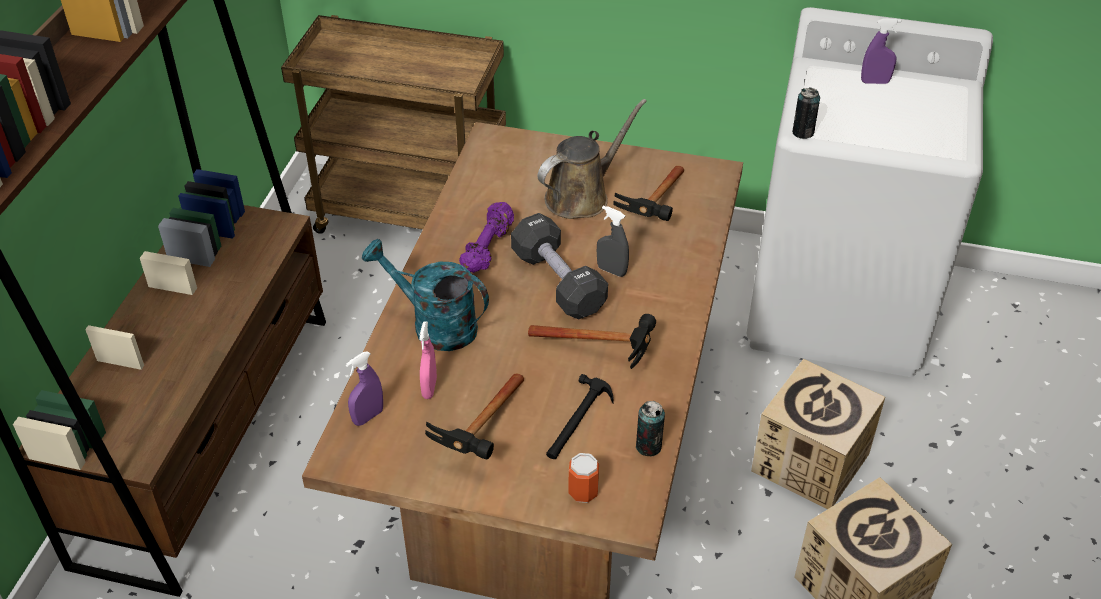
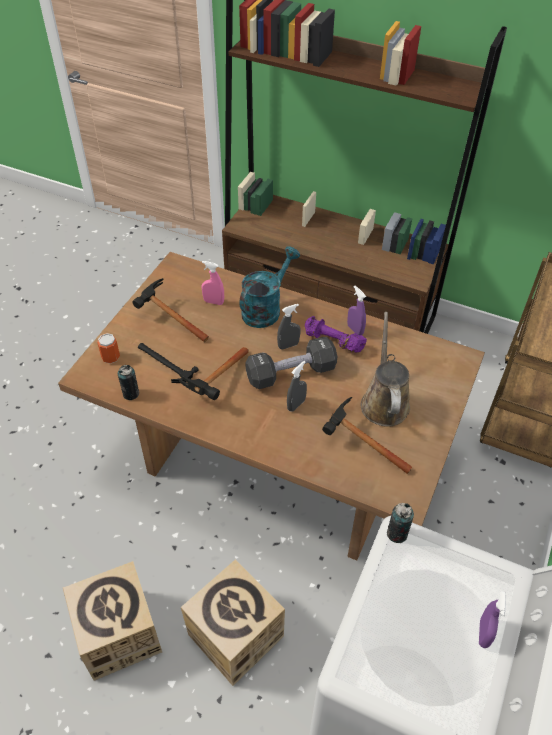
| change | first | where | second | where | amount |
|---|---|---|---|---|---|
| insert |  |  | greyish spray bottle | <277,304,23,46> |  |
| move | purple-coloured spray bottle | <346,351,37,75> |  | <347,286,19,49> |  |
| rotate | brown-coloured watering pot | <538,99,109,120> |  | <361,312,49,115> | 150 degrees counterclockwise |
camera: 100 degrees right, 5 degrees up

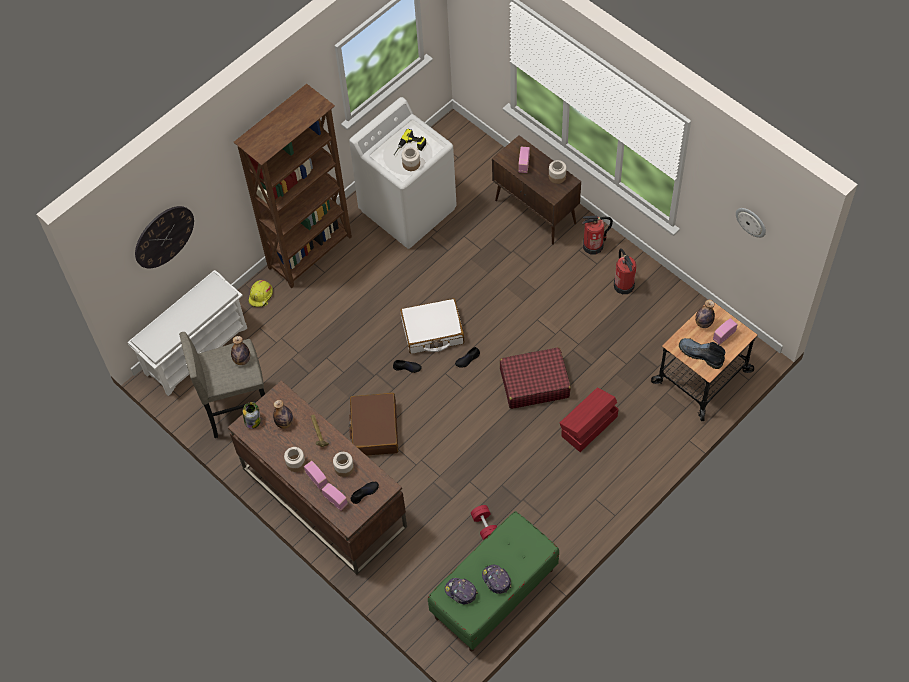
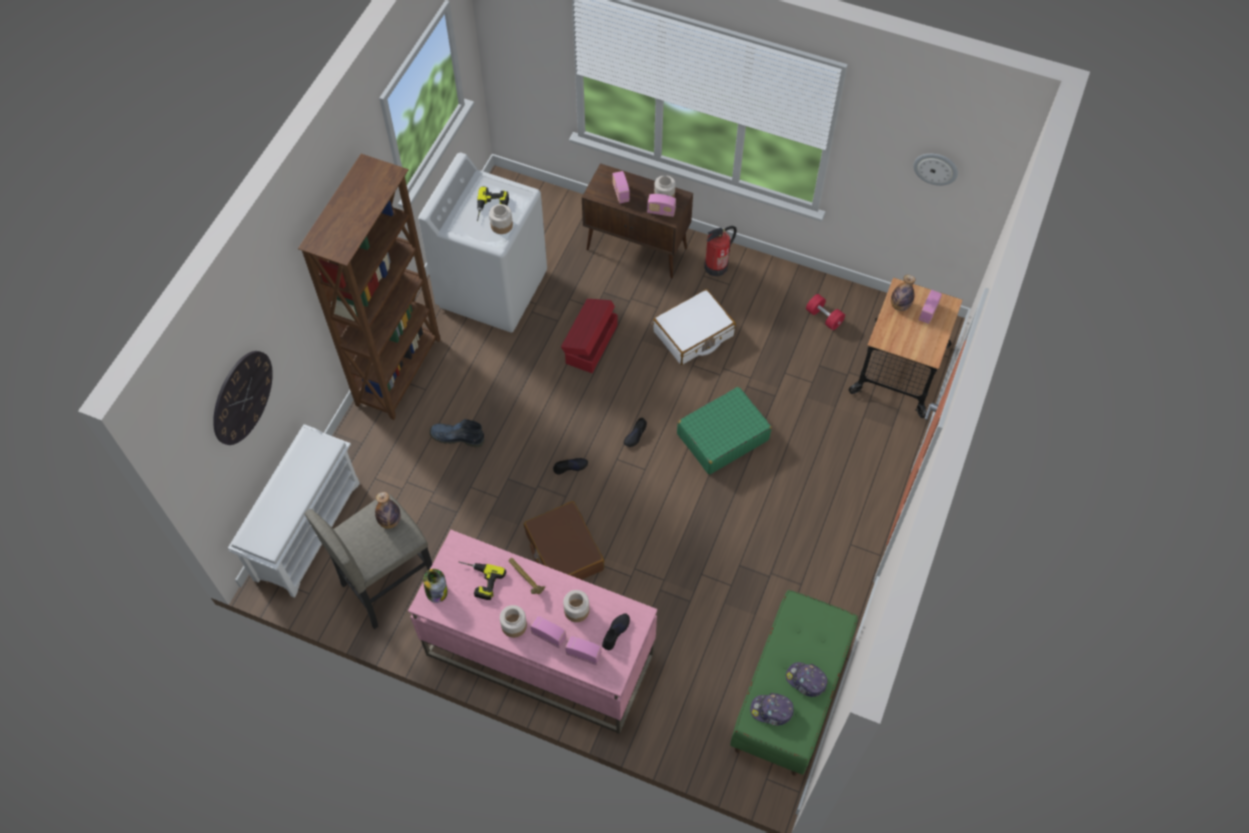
| change | first | where | second | where | amount |
|---|---|---|---|---|---|
| recolor | brown-coloured desk unit | <228,380,179,195> | pink-coloured desk unit | <408,530,249,204> |  |
| move | boot | <679,338,47,31> |  | <430,419,54,29> |  |
| replace | drink bottle | <273,400,20,29> | power drill | <459,561,47,39> |  |
| move | red storage box | <560,388,58,64> |  | <561,299,57,74> |  |
| insert |  |  | radio | <647,194,29,23> |  |
| move | white suitcase | <400,298,64,56> |  | <653,289,83,76> |  |
| recolor | red suitcase | <500,347,71,62> | greenish suitcase | <677,387,95,87> |  |
| move | red dumbbell | <471,505,26,36> |  | <806,294,39,36> |  |
| delete | yellow work helmet | <249,280,24,27> |  |  |  |
| delete | fire-fighting cylinder | <614,248,22,46> |  |  |  |
camera: 25 degrees left, 0 degrees up

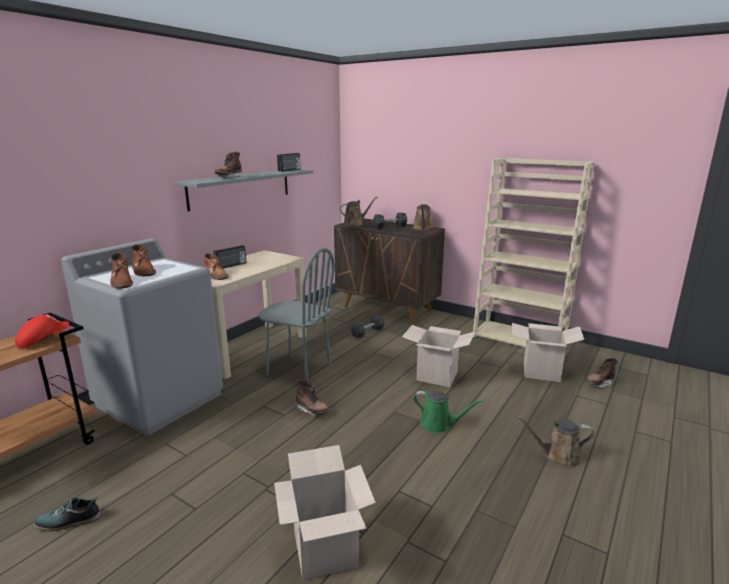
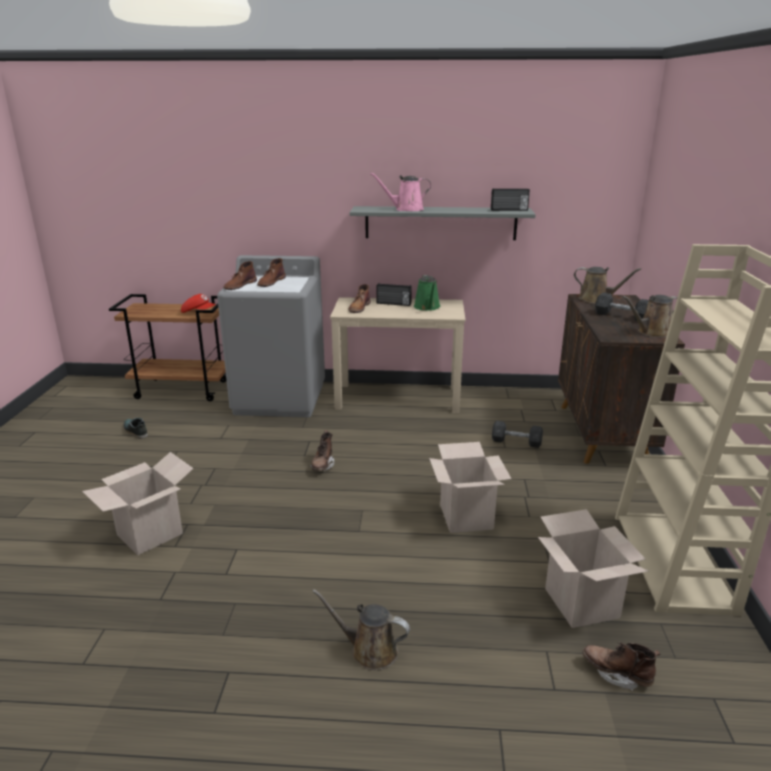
| change | first | where | second | where | amount |
|---|---|---|---|---|---|
| rotate | brown-coloured watering pot | <517,416,77,52> |  | <312,589,98,81> | 45 degrees counterclockwise |
| replace | brown-coloured boot | <214,151,28,27> | pink-coloured watering pot | <370,173,61,38> |  |
| move | greenish watering pot | <414,391,69,43> |  | <414,275,26,36> |  |
| delete | greyish upright chair | <258,248,76,135> |  |  |  |
camera: 60 degrees right, 5 degrees up

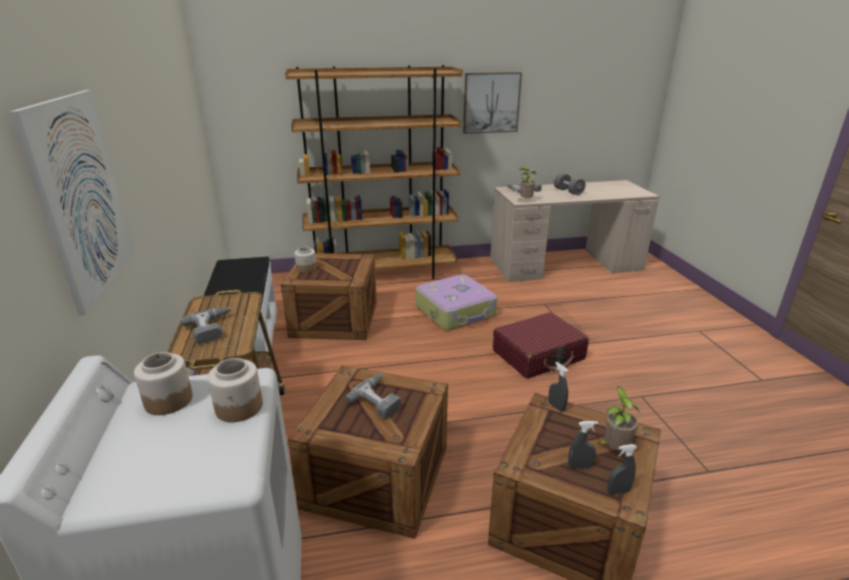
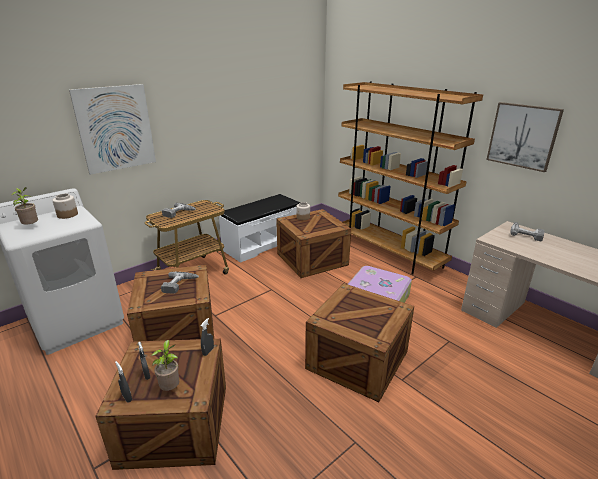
| change | first | where | second | where | amount |
|---|---|---|---|---|---|
| move | plant in a pot | <518,166,18,35> |  | <12,187,26,37> |  |
| replace | red suitcase | <493,312,96,67> | shipping crate | <305,283,109,119> |  |
| delete | jar | <207,358,56,64> |  |  |  |
| delete | greyish dumbbell | <554,173,32,22> |  |  |  |
camera: 60 degrees right, 0 degrees up

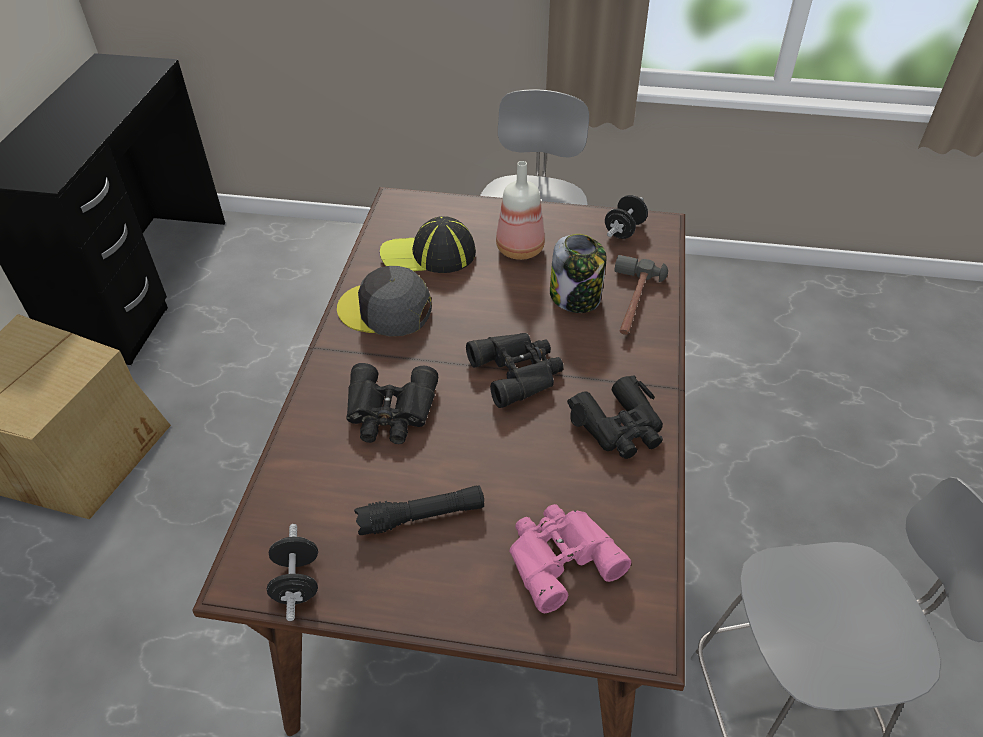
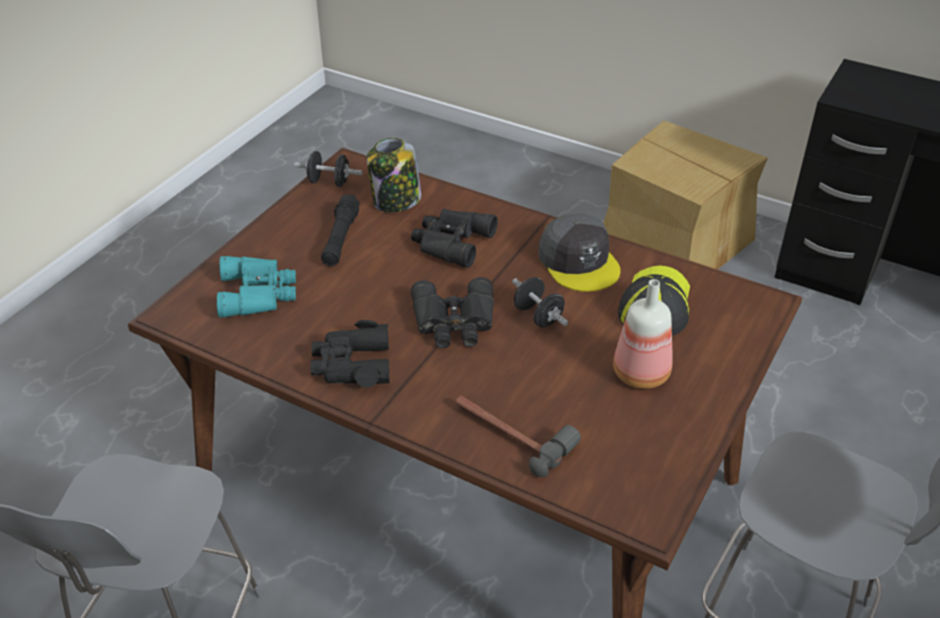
| change | first | where | second | where | amount |
|---|---|---|---|---|---|
| recolor | pink-coloured pair of binoculars | <509,504,122,109> | turquoise-coloured pair of binoculars | <217,256,79,61> |  |
| move | jar | <550,234,57,79> |  | <367,138,54,75> |  |
| move | black-coloured dumbbell | <605,195,43,44> |  | <512,277,56,50> |  |
| rotate | greyish peaked cap | <337,266,95,71> |  | <538,213,82,79> | 120 degrees clockwise |
camera: 110 degrees right, 5 degrees down

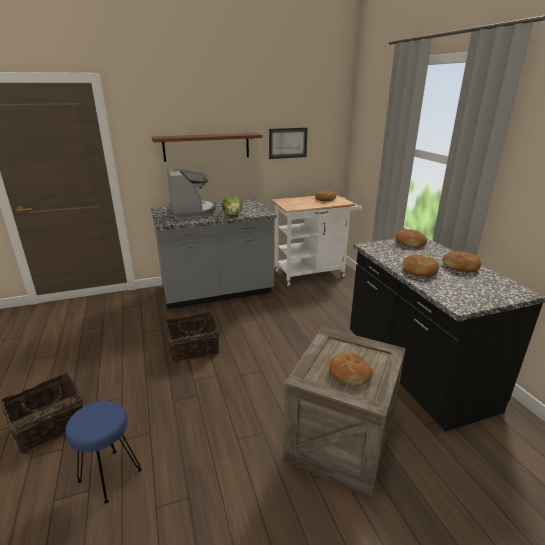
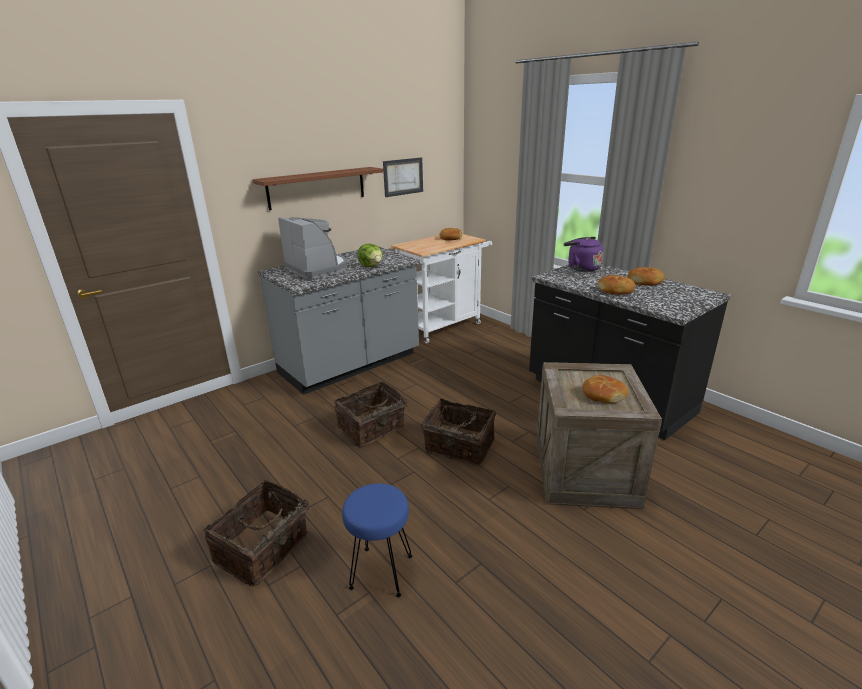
| change | first | where | second | where | amount |
|---|---|---|---|---|---|
| insert |  |  | household basket | <421,398,75,67> |  |
| replace | baked bread | <395,229,32,18> | purple-coloured tea kettle | <564,237,40,35> |  |
camera: 20 degrees left, 0 degrees up

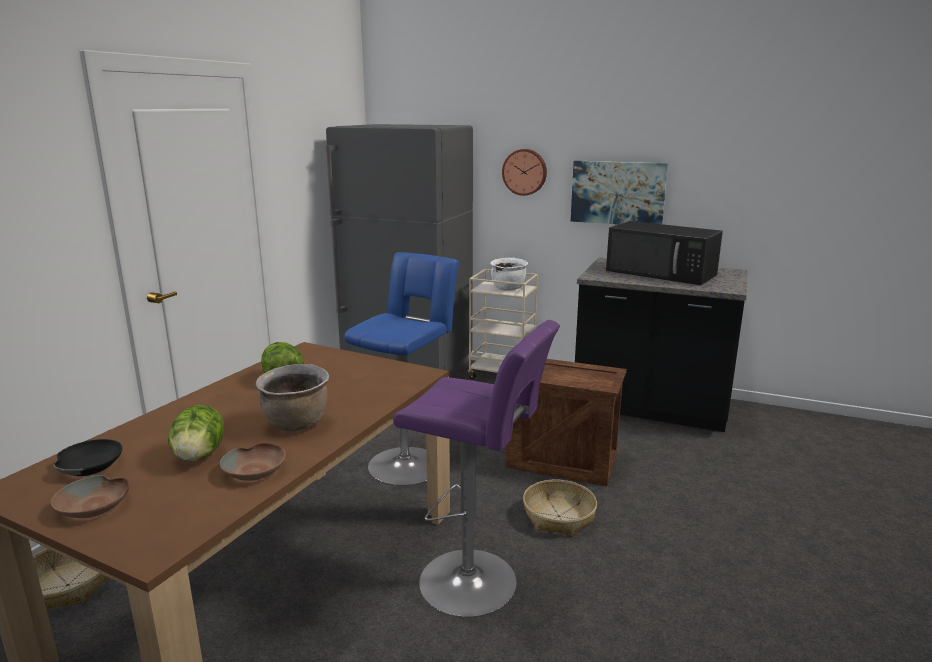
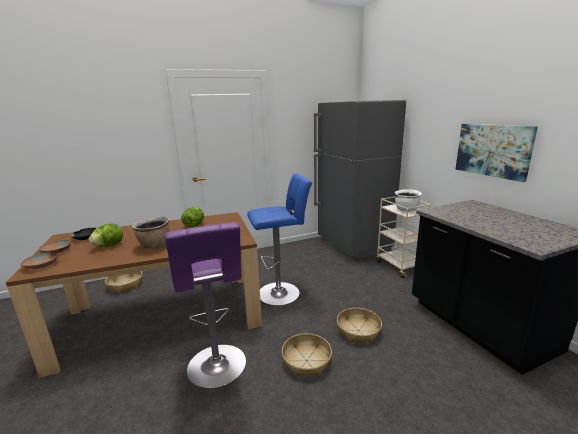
| change | first | where | second | where | amount |
|---|---|---|---|---|---|
| move | brown-coloured serving bowl | <220,443,66,38> |  | <21,252,37,17> |  |
| replace | shipping crate | <505,359,122,127> | household basket | <337,308,45,35> |  |
| delete | hanging clock | <502,149,45,47> |  |  |  |
| delete | black-coloured microwave oven | <606,221,117,64> |  |  |  |
camera: 45 degrees right, 0 degrees up

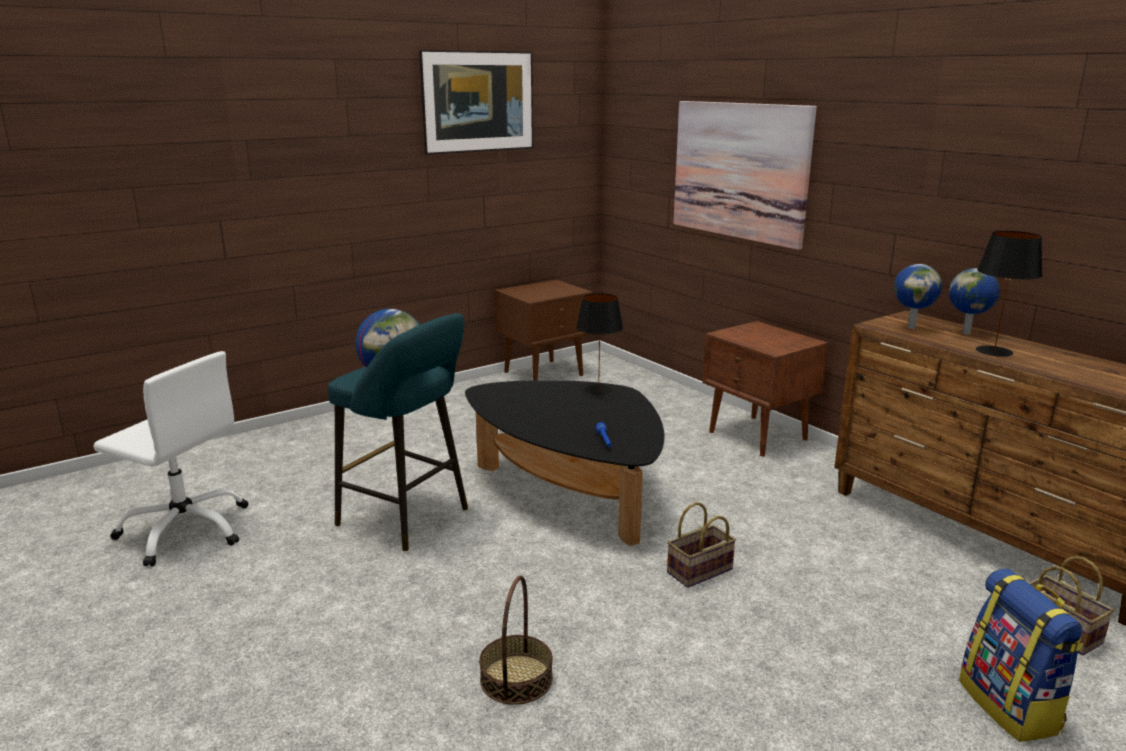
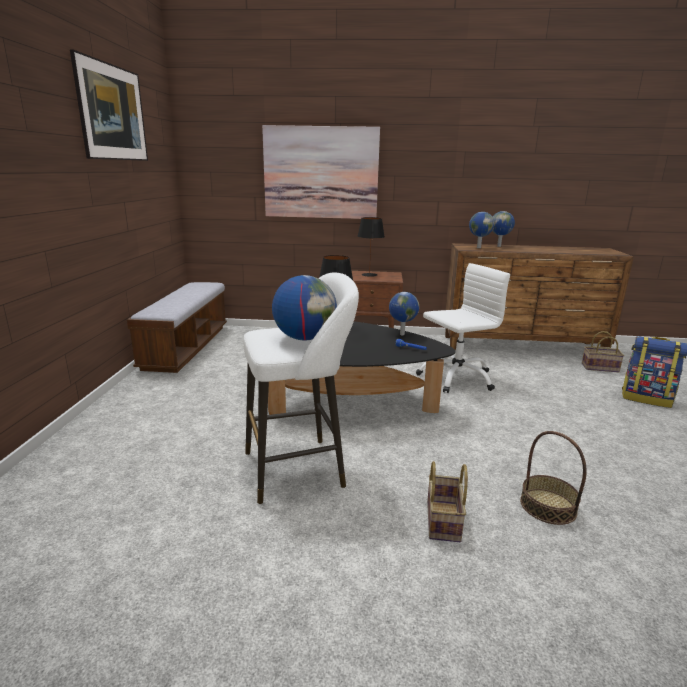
| change | first | where | second | where | amount |
|---|---|---|---|---|---|
| replace | brown-coloured night table | <495,280,98,100> | bench | <127,282,100,91> |  |
| recolor | turquoise-coloured stool seat | <328,313,140,238> | white stool seat | <244,272,115,232> |  |
| move | black-coloured tabletop lamp | <976,231,67,126> |  | <358,217,27,60> |  |
| insert |  |  | desk globe | <389,292,30,43> |  |
| move | white office chair | <93,351,155,215> |  | <416,263,94,130> |  |
| move | household basket | <667,502,69,86> |  | <427,461,41,81> |  |
camera: 50 degrees left, 0 degrees up

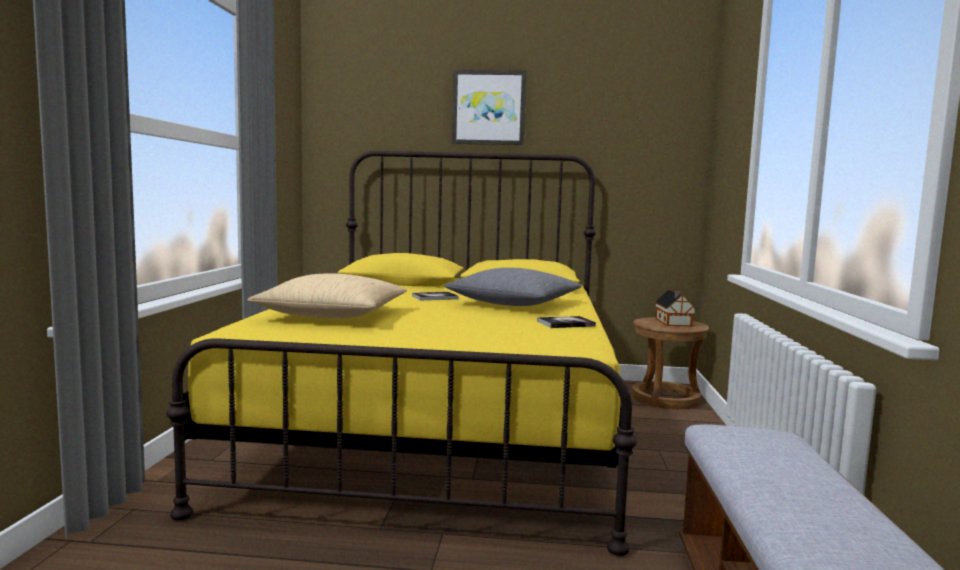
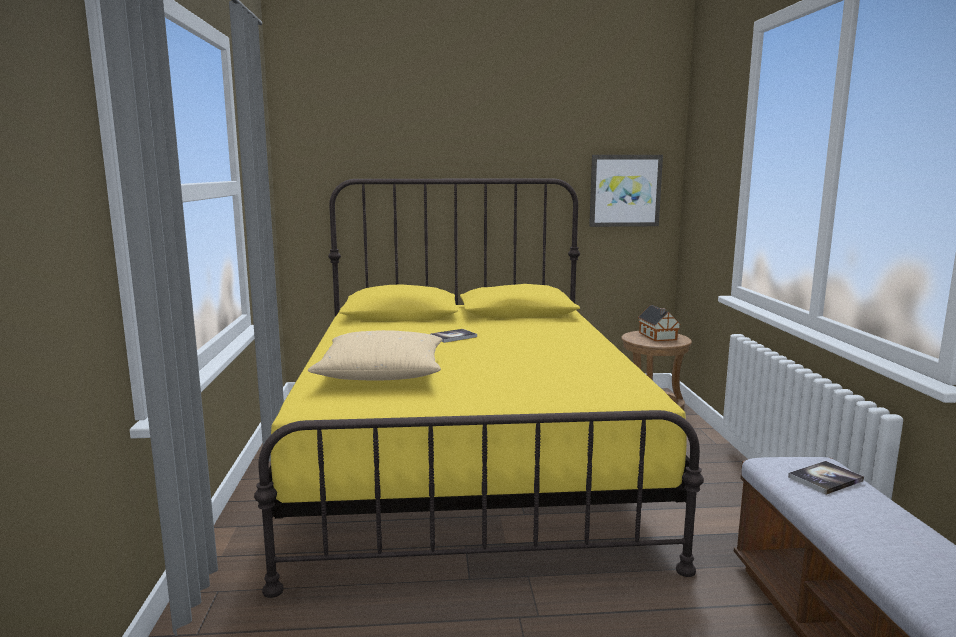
| change | first | where | second | where | amount |
|---|---|---|---|---|---|
| move | picture | <452,70,75,75> |  | <589,155,74,72> |  |
| move | bound book | <537,316,59,12> |  | <788,461,76,34> |  |
| delete | greyish cushion | <444,268,138,38> |  |  |  |
camera: 10 degrees left, 5 degrees up

